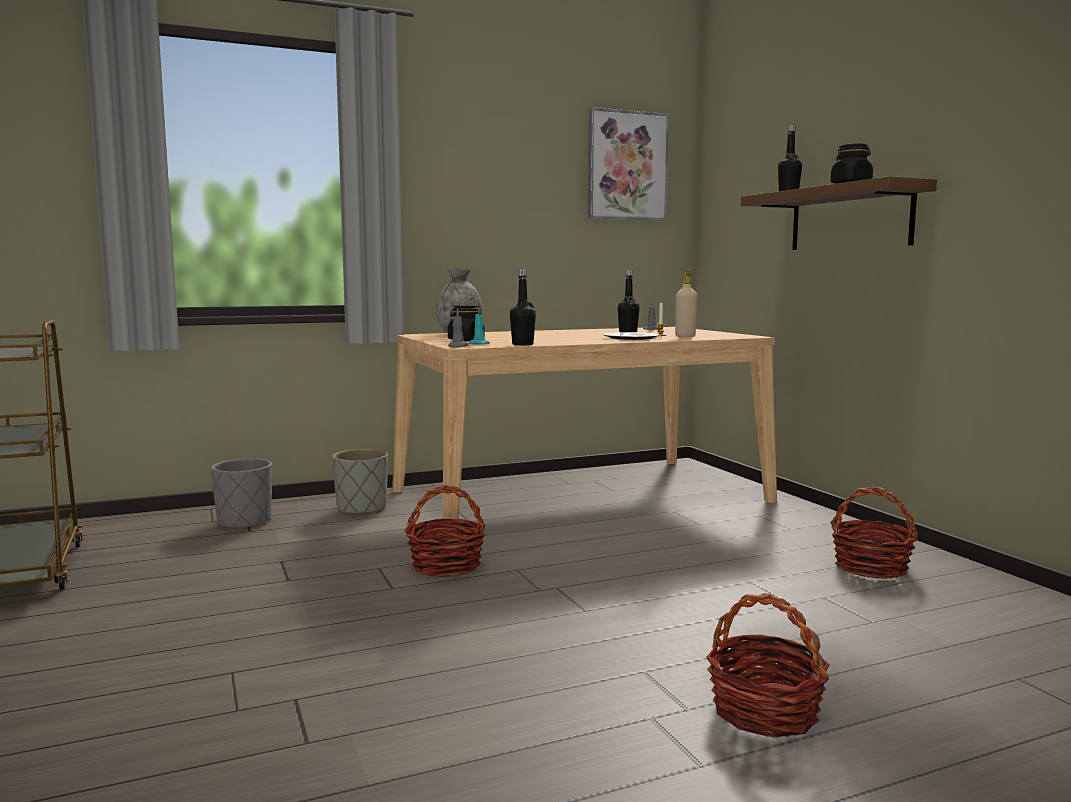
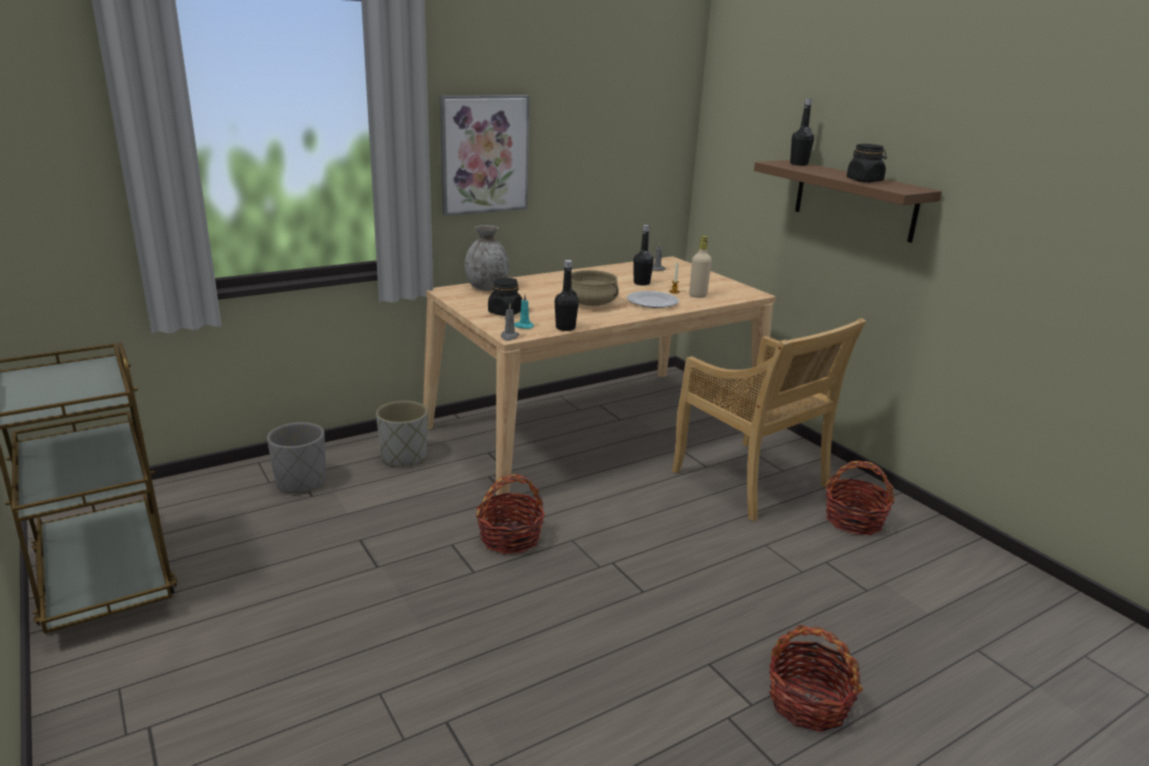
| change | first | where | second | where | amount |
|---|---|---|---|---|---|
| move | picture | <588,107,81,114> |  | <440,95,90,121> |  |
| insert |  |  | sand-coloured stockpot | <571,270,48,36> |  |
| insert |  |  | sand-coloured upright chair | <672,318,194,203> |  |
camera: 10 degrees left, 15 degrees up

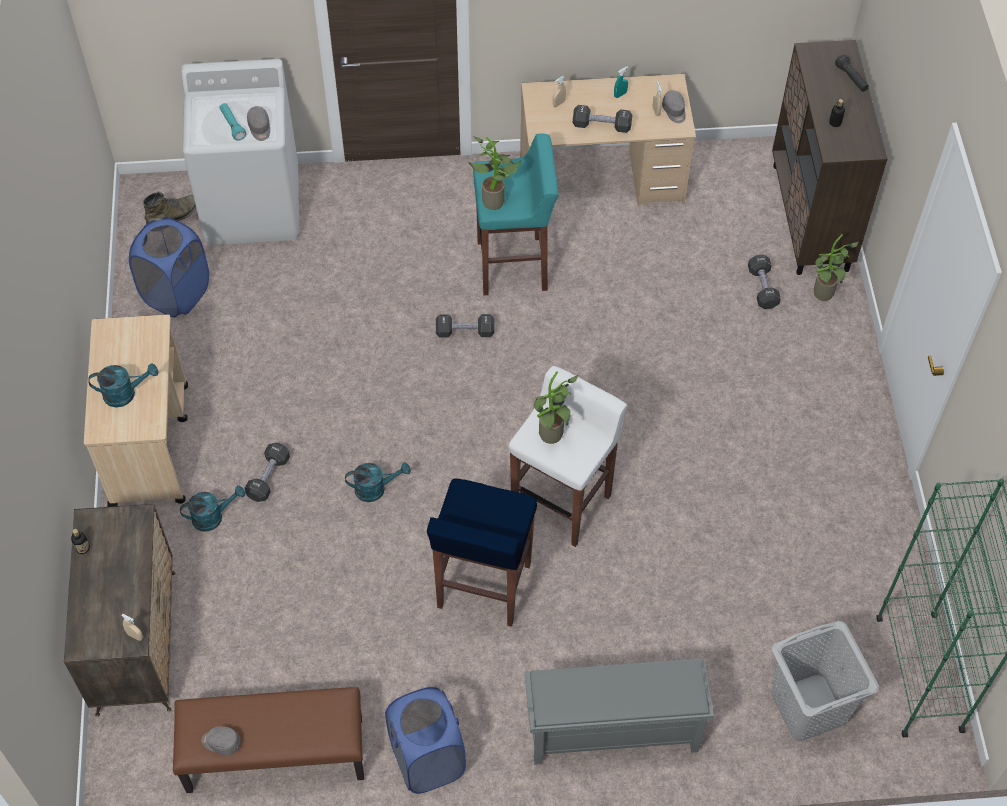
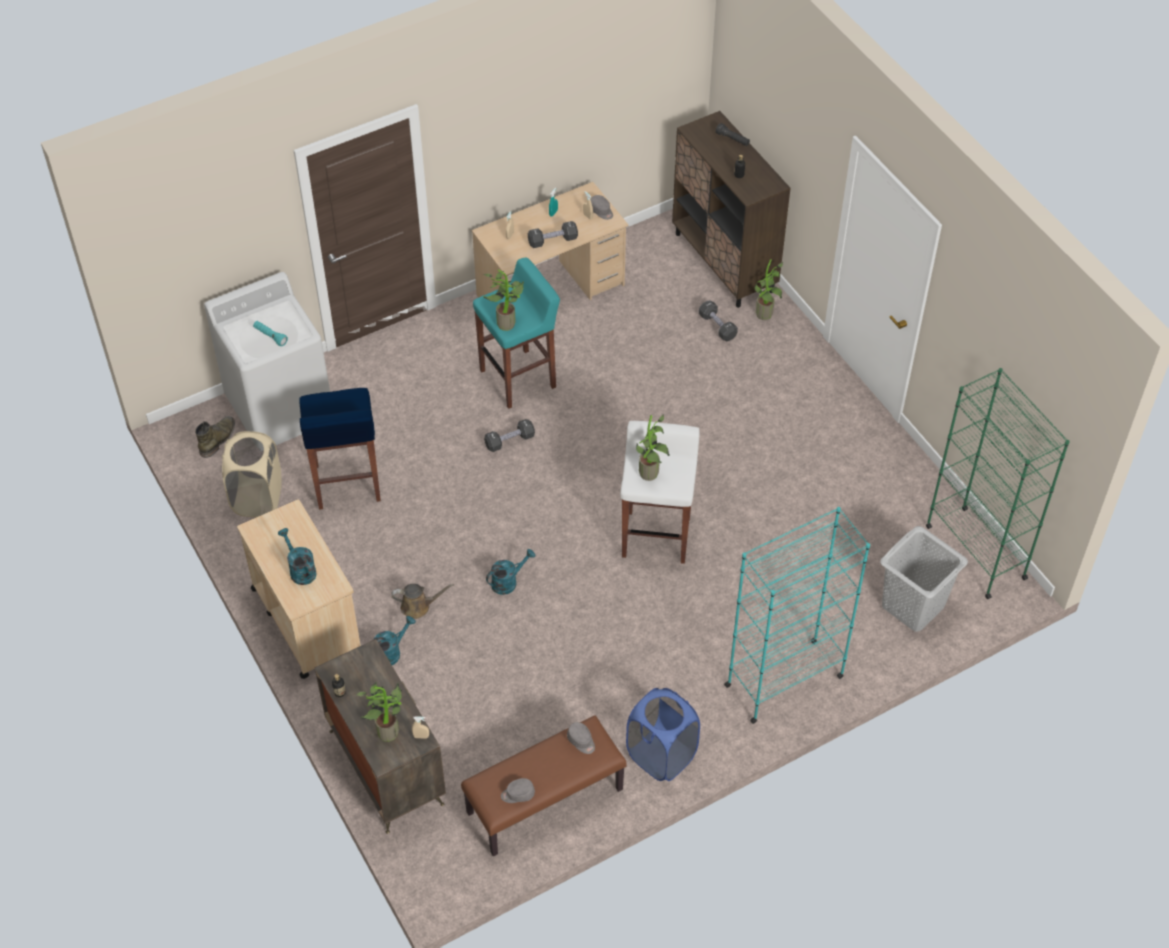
| change | first | where | second | where | amount |
|---|---|---|---|---|---|
| recolor | blue-coloured laundry basket | <129,217,80,101> | sand-coloured laundry basket | <222,431,60,86> |  |
| rotate | turquoise-coloured watering pot | <88,363,71,44> |  | <278,528,39,57> | 90 degrees counterclockwise |
| move | blue-coloured stool seat | <427,478,110,149> |  | <299,388,82,122> |  |
| insert |  |  | plant in a pot | <356,682,46,60> |  |
| replace | black-coloured dumbbell | <244,443,46,59> | brown-coloured watering pot | <391,583,63,36> |  |
| move | greyish peaked cap | <247,106,23,35> |  | <567,722,28,32> |  |
| replace | greyish shoe stand | <525,659,189,106> | turquoise-coloured bookcase | <724,507,146,217> |  |
camera: 25 degrees left, 5 degrees down

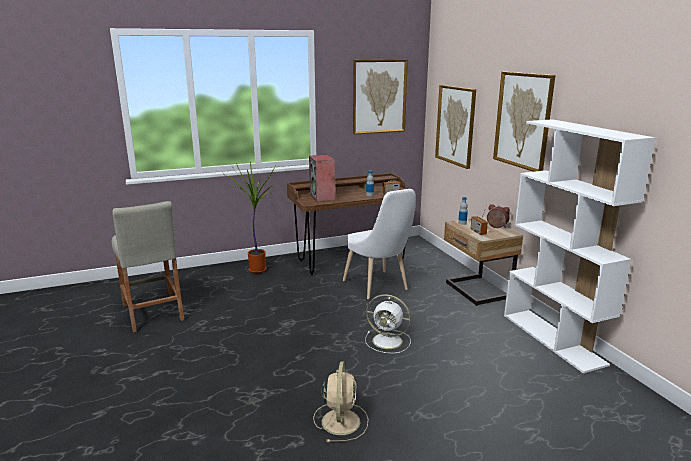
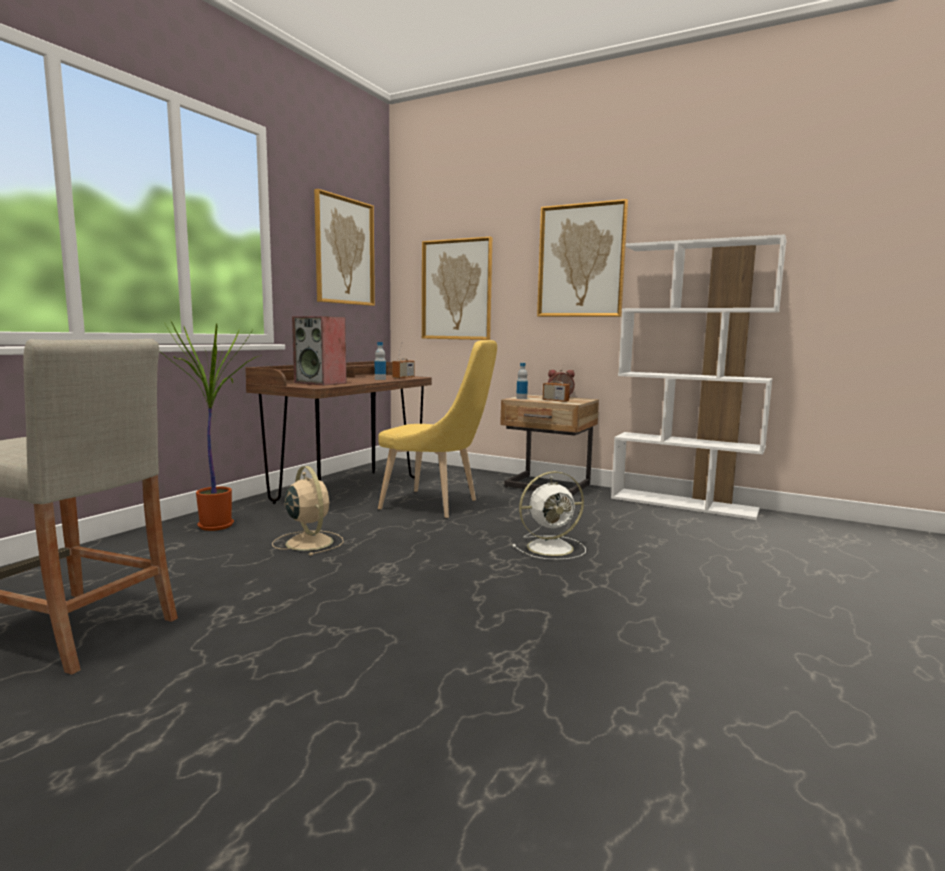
| change | first | where | second | where | amount |
|---|---|---|---|---|---|
| move | sand-coloured cooling fan | <313,361,55,81> |  | <272,466,72,90> |  |
| recolor | white upright chair | <343,189,73,110> | yellow upright chair | <378,340,119,178> |  |
camera: 40 degrees left, 10 degrees down

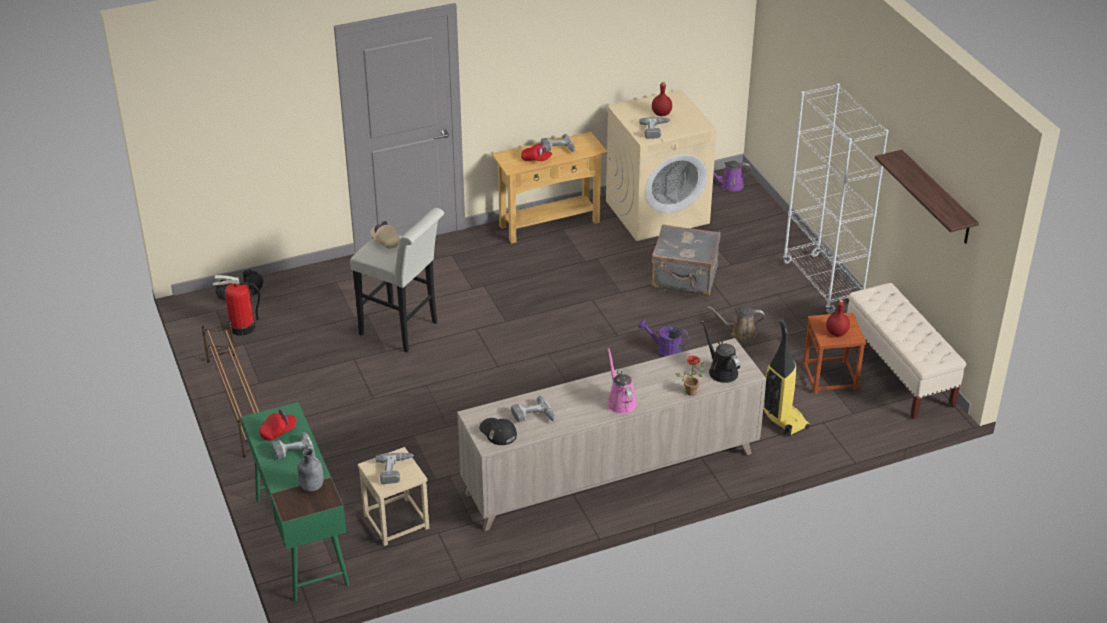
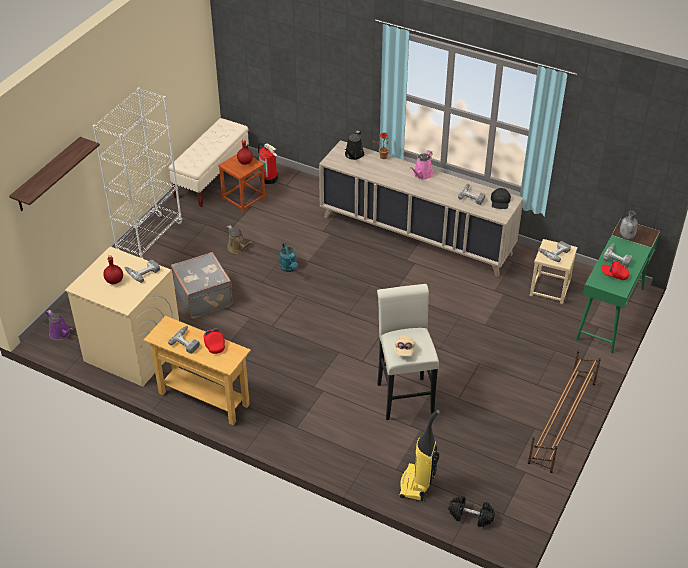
| change | first | where | second | where | amount |
|---|---|---|---|---|---|
| move | bracket shelf | <875,150,104,94> |  | <9,137,91,74> |  |
| move | fire-fighting cylinder | <212,275,48,61> |  | <258,143,20,42> |  |
| recolor | purple-coloured watering pot | <638,319,51,38> | turquoise-coloured watering pot | <280,243,18,29> |  |
| move | vacuum cleaner | <763,318,47,118> |  | <399,410,41,91> |  |
camera: 130 degrees left, 5 degrees up

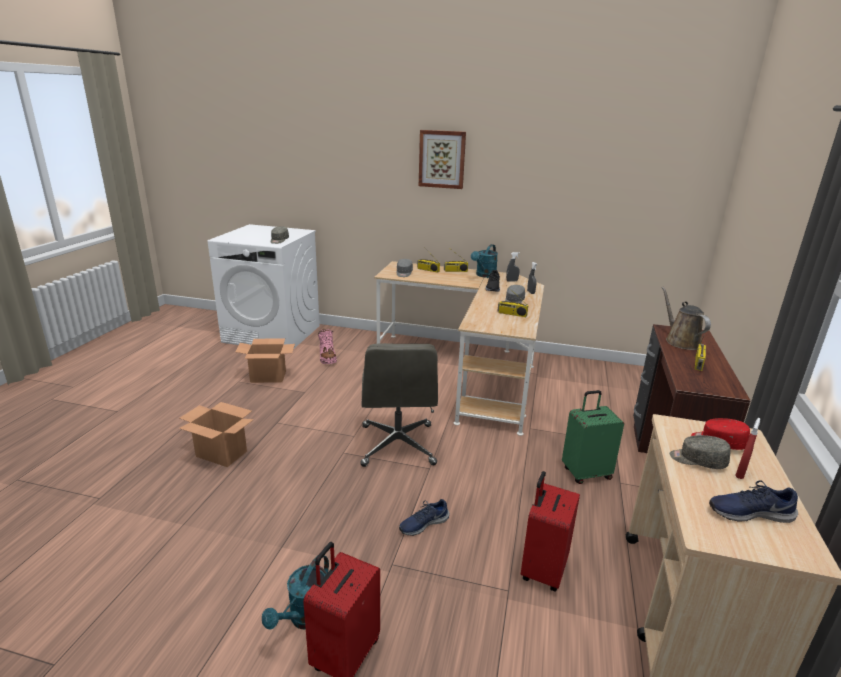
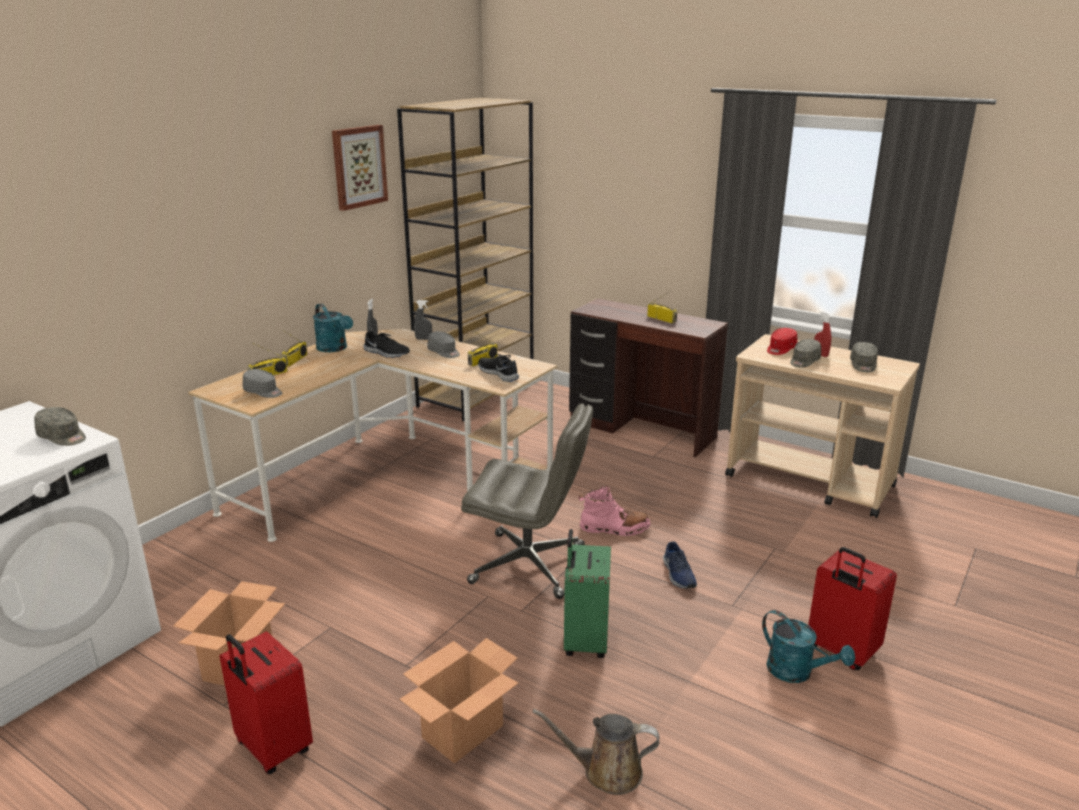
| change | first | where | second | where | amount |
|---|---|---|---|---|---|
| move | red suitcase | <520,471,60,120> |  | <220,631,93,143> |  |
| move | picture | <419,130,47,59> |  | <332,125,56,86> |  |
| insert |  |  | brown-coloured bookcase | <397,98,136,324> |  |
| insert |  |  | black-coloured low shoe | <478,353,41,29> |  |
| move | brown-coloured watering pot | <662,287,49,63> |  | <533,709,127,86> |  |
| move | greenish suitcase | <562,390,62,94> |  | <564,529,47,129> |  |
| move | pink-coloured boot | <318,329,19,35> |  | <578,486,73,50> |  |
| replace | blue-coloured low shoe | <709,480,89,43> | greyish peaked cap | <850,342,28,30> |  |
camera: 70 degrees left, 0 degrees up

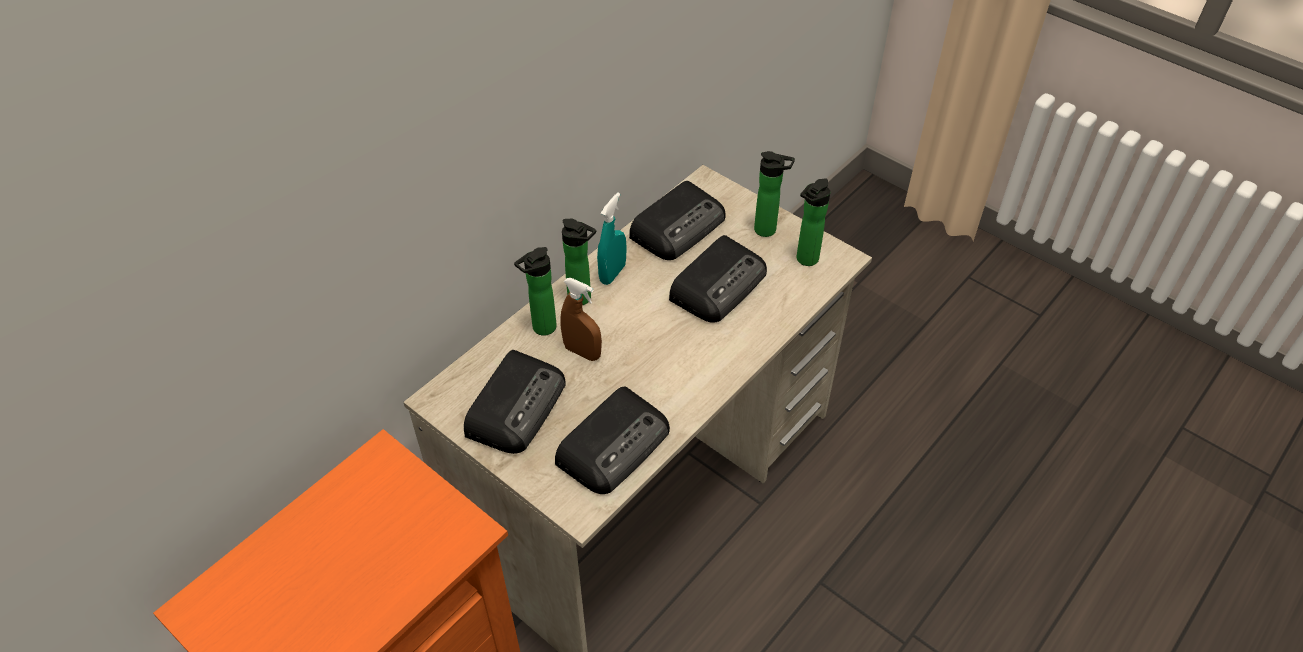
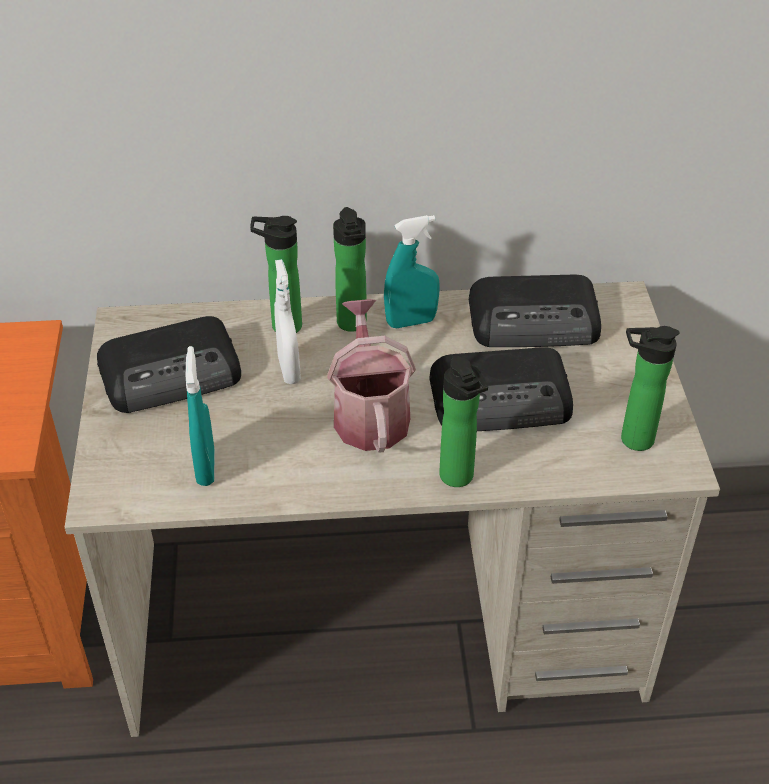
| change | first | where | second | where | amount |
|---|---|---|---|---|---|
| replace | radio | <555,386,115,108> | turquoise-coloured spray bottle | <186,346,28,140> |  |
| recolor | brown-coloured spray bottle | <560,278,42,83> | white spray bottle | <274,259,27,125> |  |
| insert |  |  | watering pot | <327,299,89,154> |  |
| move | drink bottle | <754,151,41,86> |  | <439,355,49,132> |  |
camera: 45 degrees right, 5 degrees down

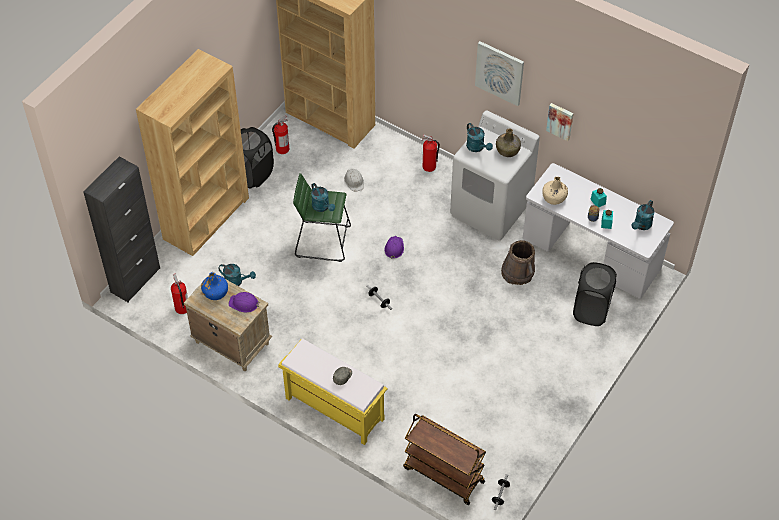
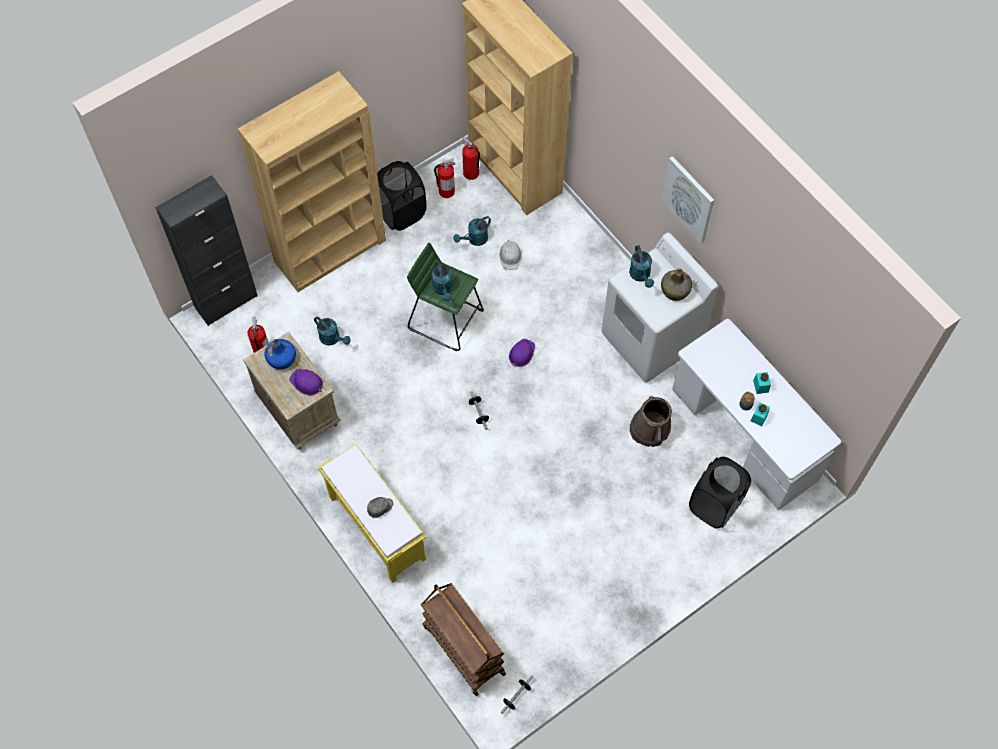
| change | first | where | second | where | amount |
|---|---|---|---|---|---|
| move | turquoise-coloured watering pot | <631,200,24,30> |  | <454,216,37,30> |  |
| move | fire-fighting cylinder | <422,134,18,38> |  | <462,138,18,42> |  |
| delete | sand-coloured drink bottle | <542,177,26,28> |  |  |  |
| delete | picture | <546,103,28,38> |  |  |  |
camera: 20 degrees right, 10 degrees up

